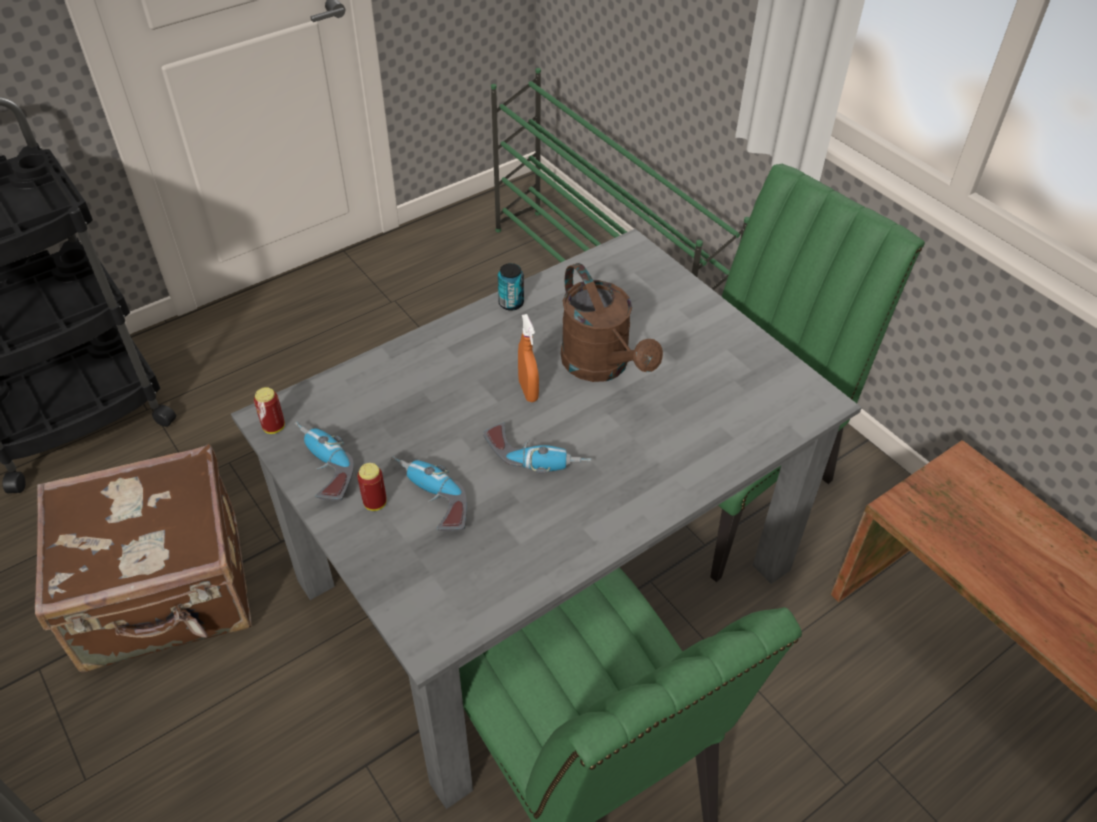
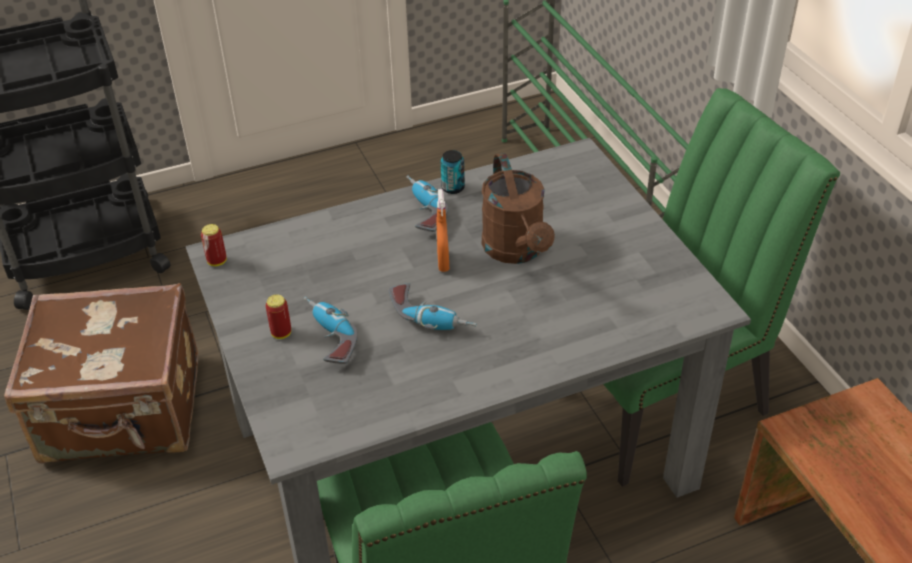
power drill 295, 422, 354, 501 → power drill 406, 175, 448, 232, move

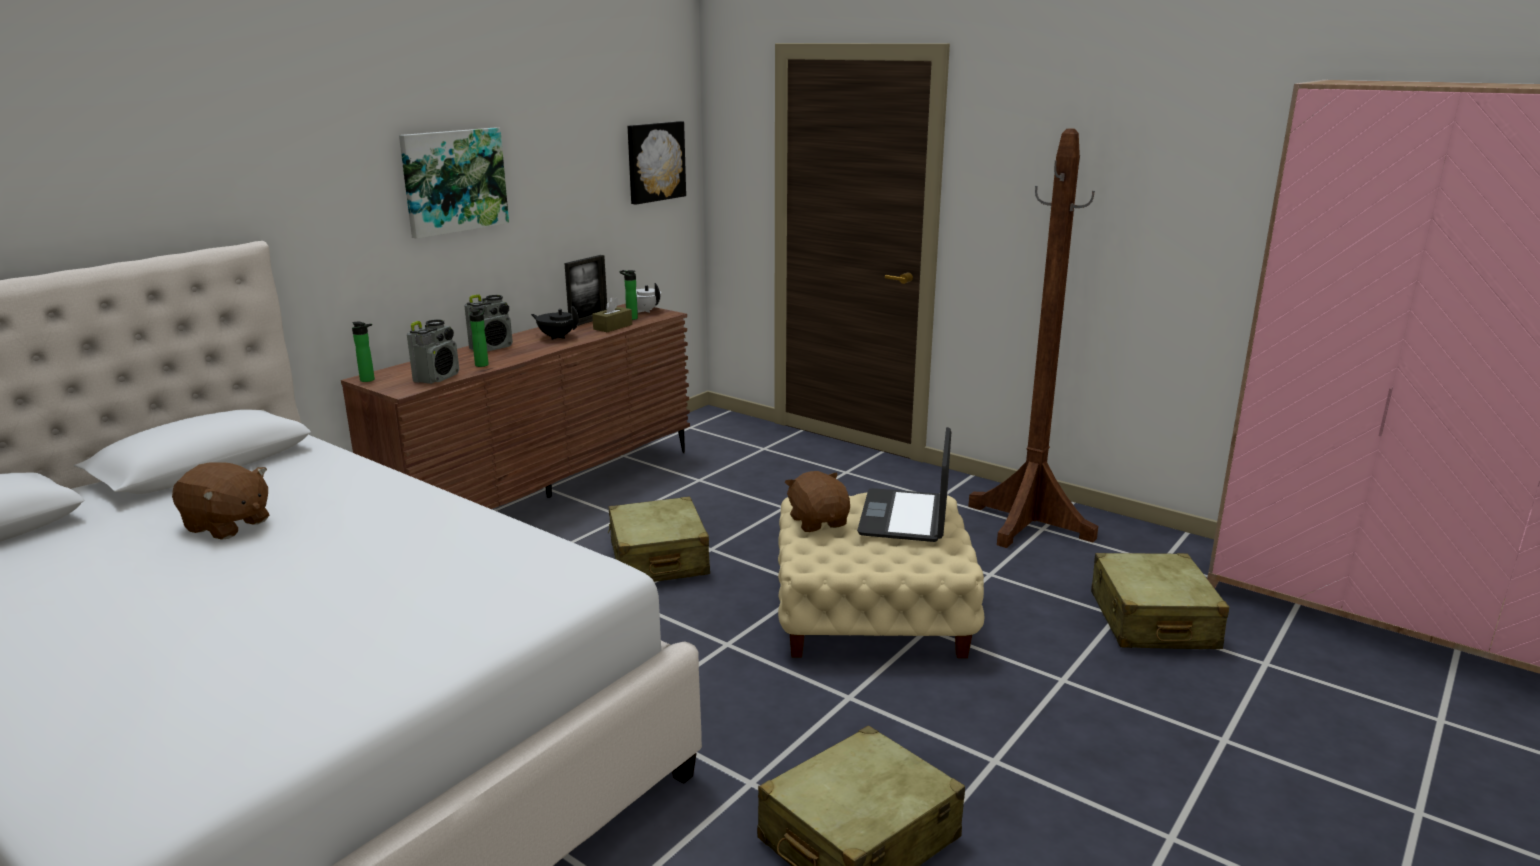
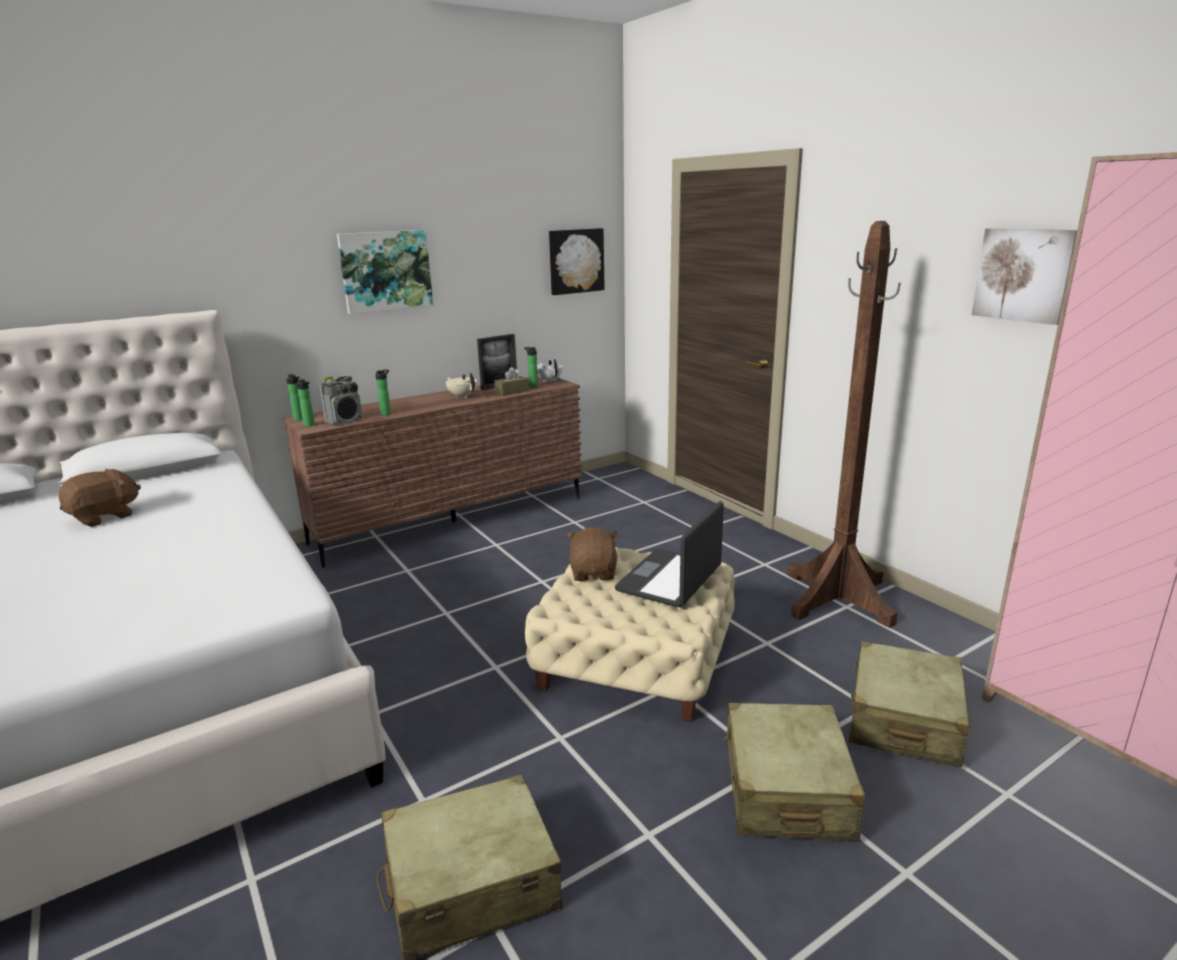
radio 464, 294, 513, 352 → -
- → bottle 297, 379, 315, 427
- → picture 971, 228, 1077, 325
beige suitcase 608, 496, 710, 582 → beige suitcase 724, 703, 865, 840, move
black teapot 531, 306, 579, 340 → beige teapot 446, 372, 477, 399
brown plush toy 172, 462, 269, 540 → brown plush toy 59, 469, 141, 527, 90 degrees counterclockwise

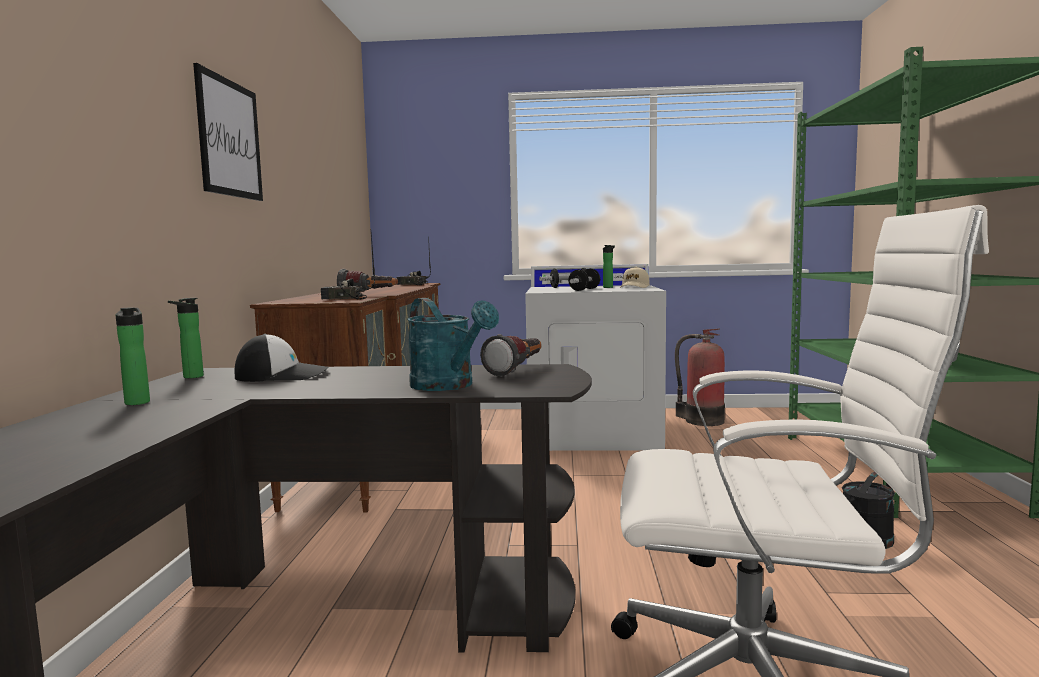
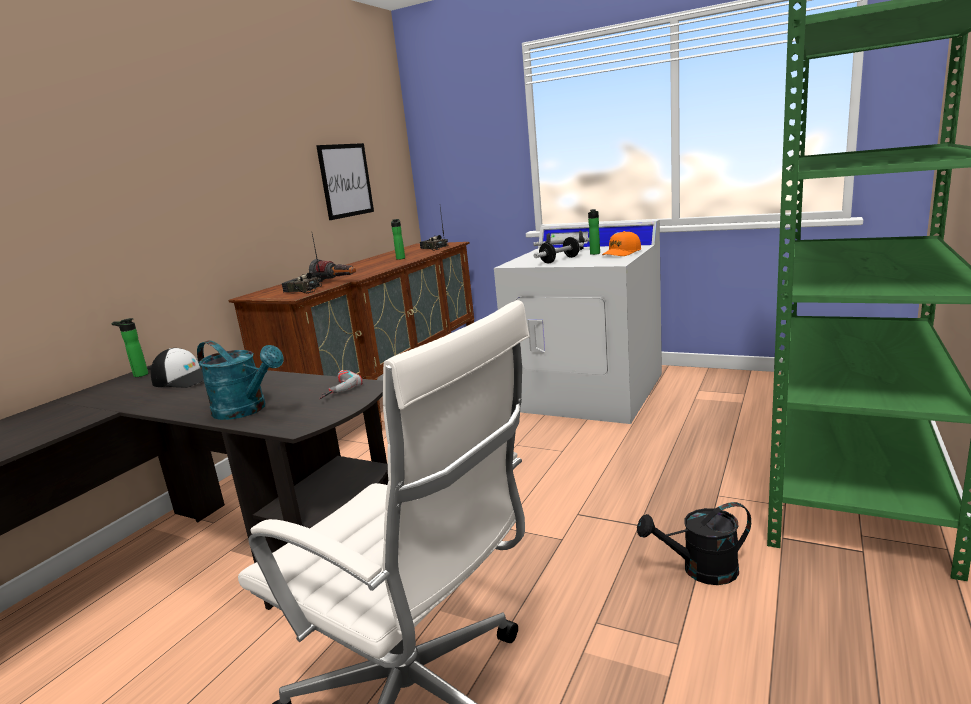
fire extinguisher 675, 328, 725, 426 → -
bottle 115, 307, 150, 405 → bottle 391, 219, 405, 260, move
picture 193, 63, 263, 201 → picture 316, 143, 374, 220, move
flashlight 480, 334, 541, 377 → power drill 319, 370, 363, 399
beige cap 620, 267, 650, 288 → orange cap 602, 231, 641, 256
turquoise watering can 407, 298, 499, 391 → turquoise watering can 197, 340, 284, 420, 45 degrees counterclockwise

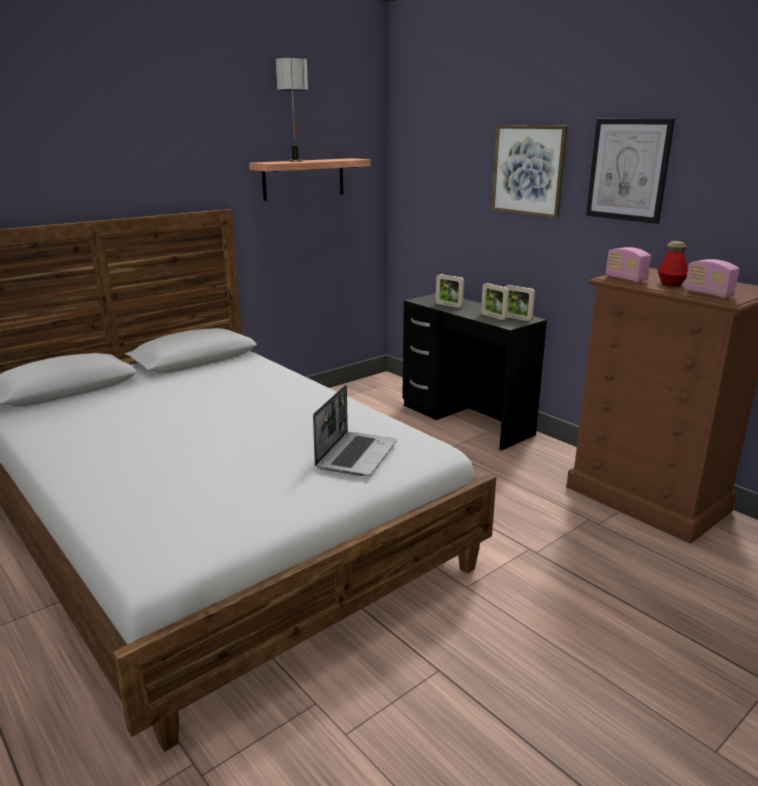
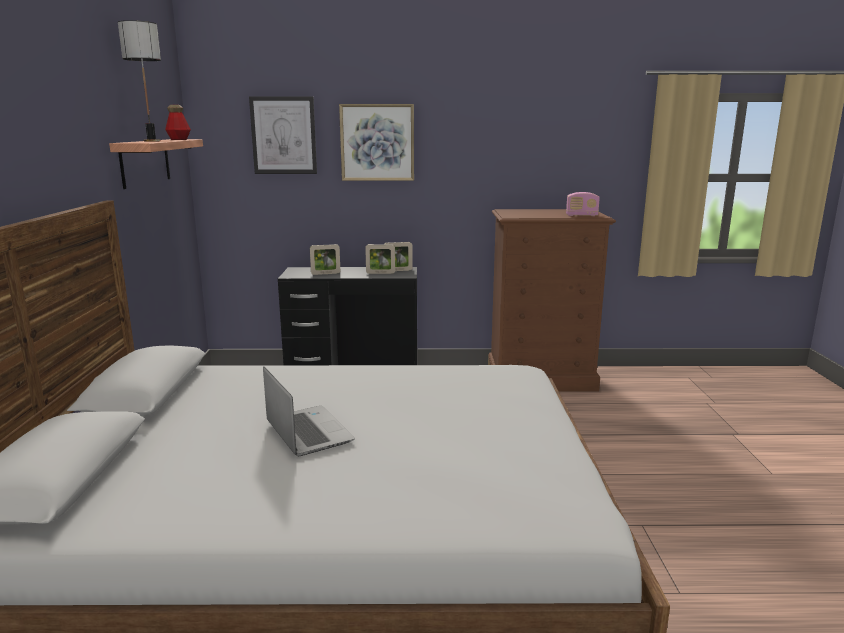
radio 606, 247, 651, 282 → -
laptop 313, 385, 397, 476 → laptop 263, 366, 355, 456, move
picture 586, 119, 675, 224 → picture 249, 96, 317, 174, move
bottle 658, 241, 688, 286 → bottle 165, 105, 191, 140, move

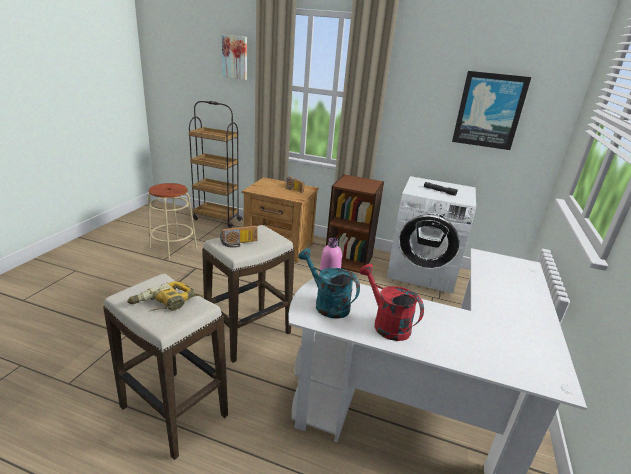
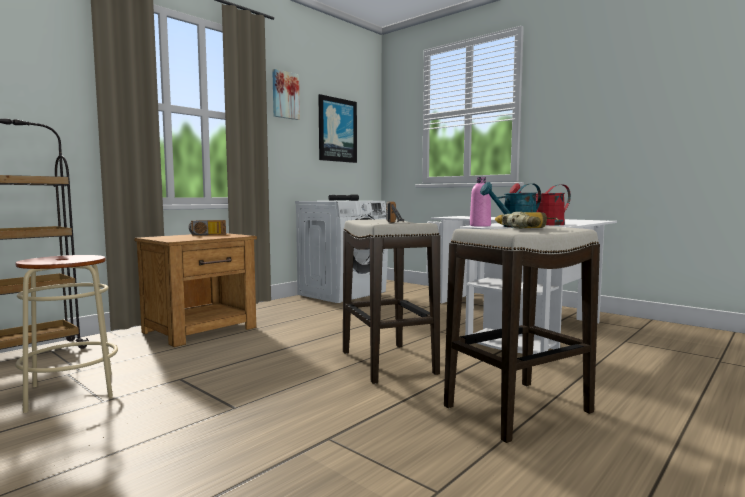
brown bookcase 326, 174, 384, 273 → -
picture 222, 35, 247, 80 → picture 272, 69, 300, 120, move

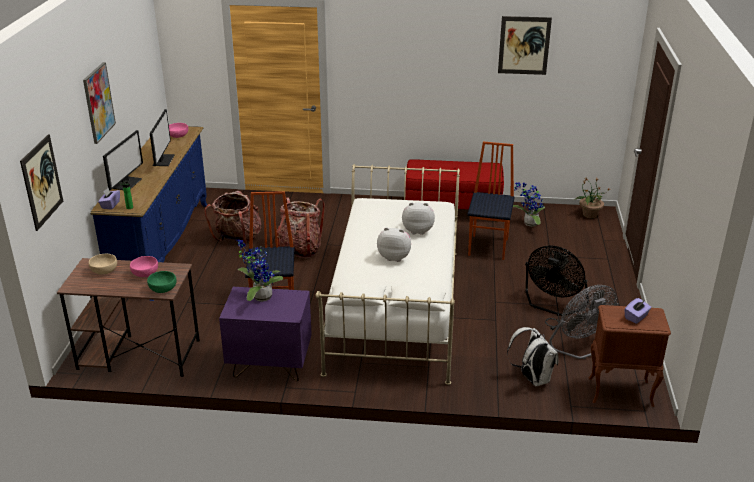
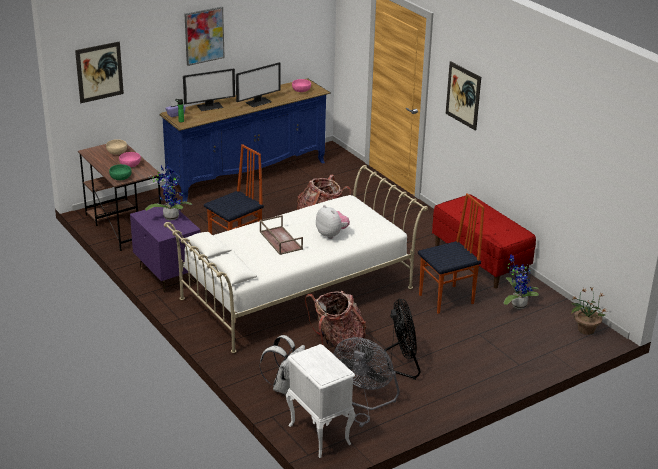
purple tissue box 625, 298, 652, 324 → -
backpack 204, 191, 261, 244 → backpack 305, 291, 366, 352, move
picture 498, 16, 552, 75 → picture 446, 61, 481, 131, move
plush toy 377, 227, 411, 262 → brown tray 260, 215, 303, 255
brown nightstand 589, 305, 671, 407 → white nightstand 286, 344, 356, 458

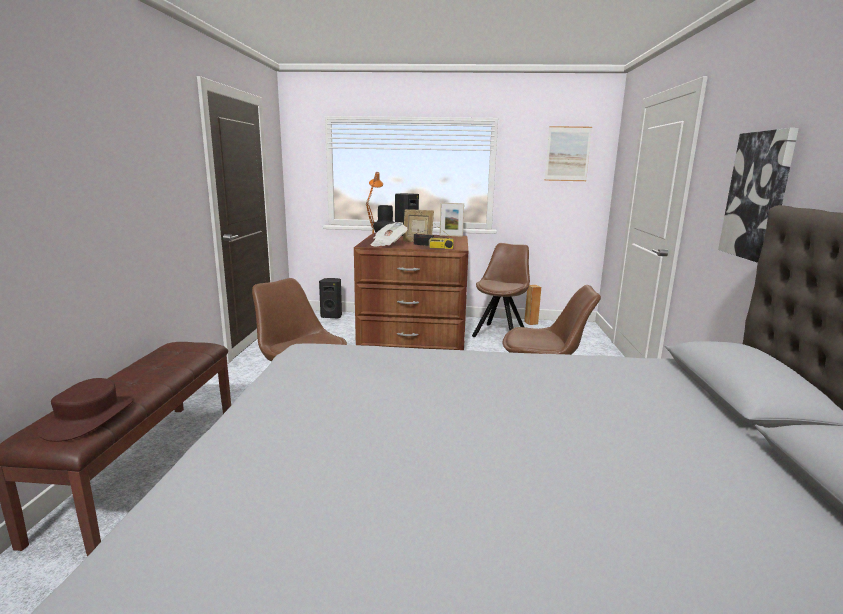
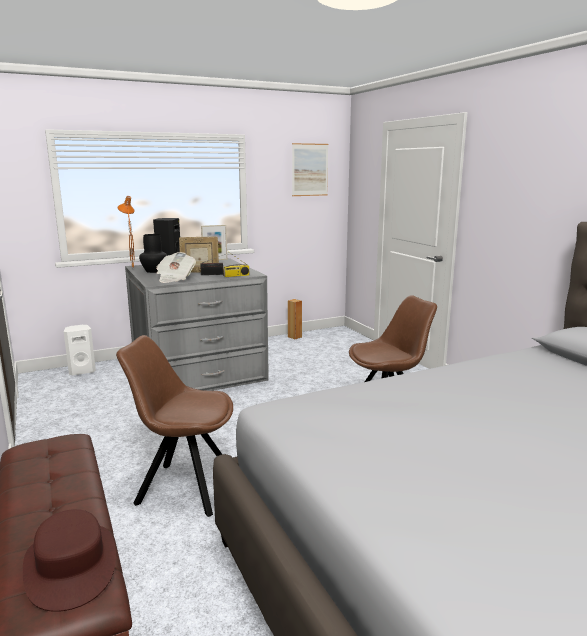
brown chair 472, 243, 530, 337 → -
picture 718, 128, 799, 263 → -
black speaker 319, 278, 342, 319 → white speaker 64, 325, 96, 375
brown dresser 354, 233, 468, 350 → grey dresser 125, 258, 269, 391

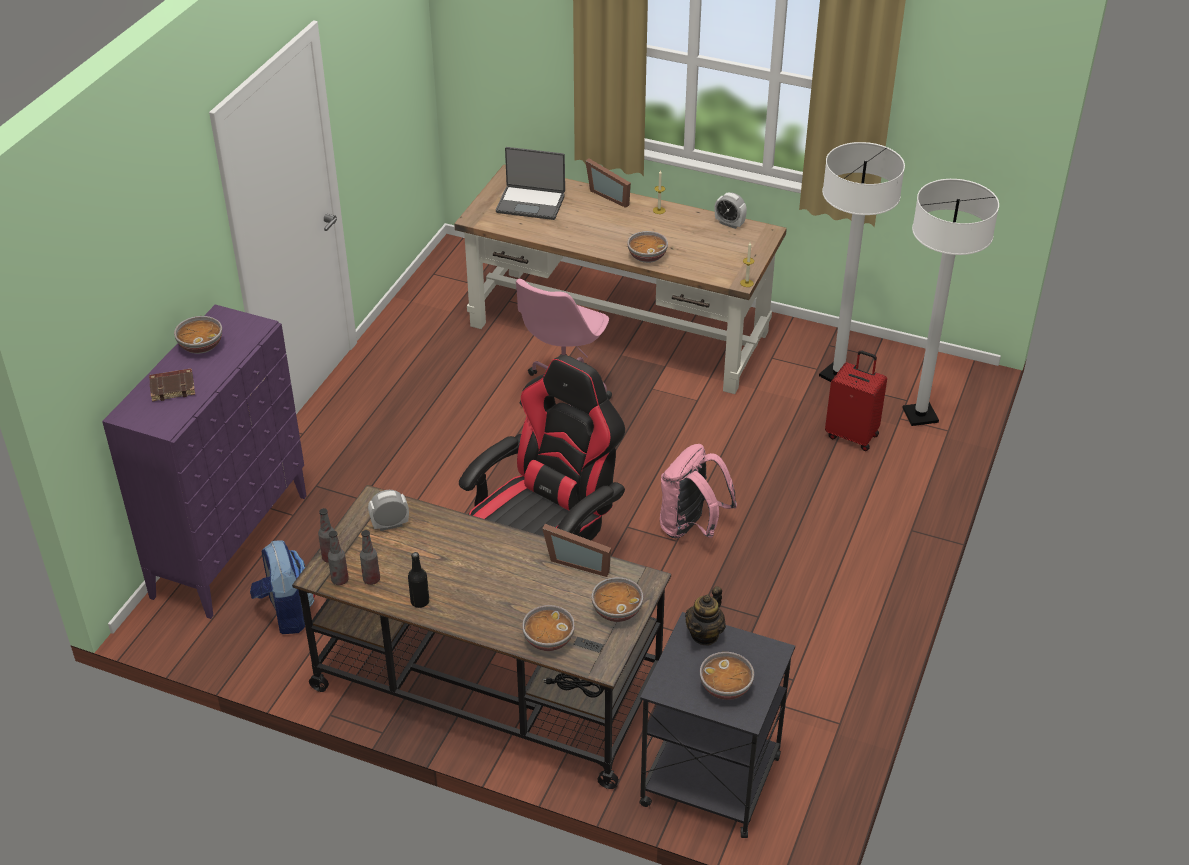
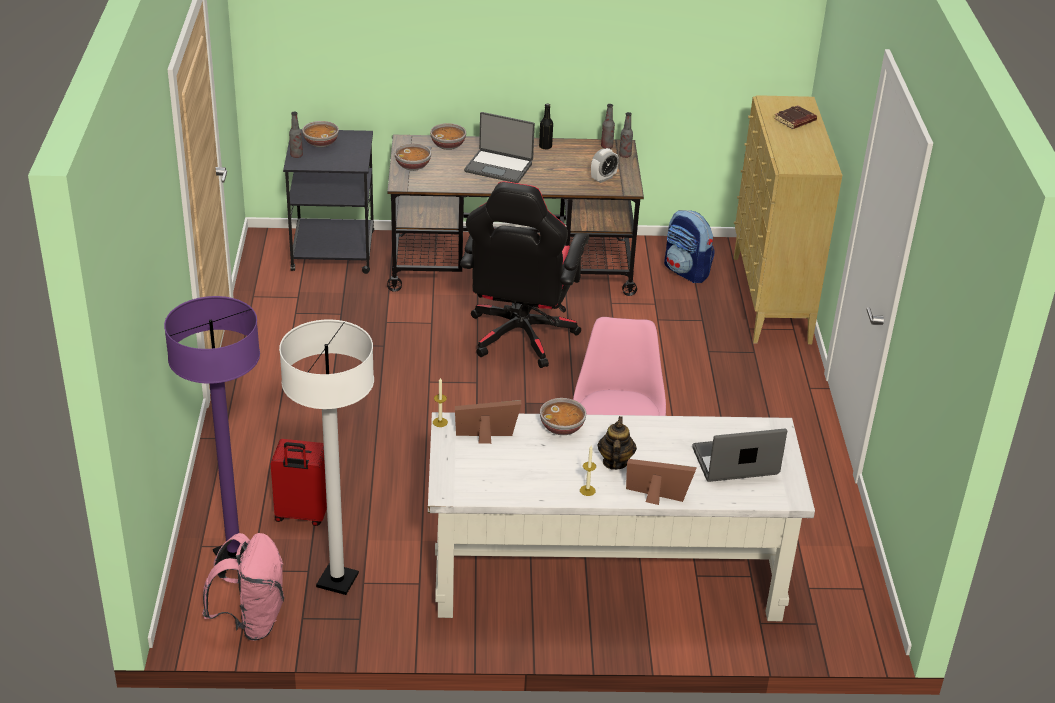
bowl 174, 316, 222, 354 → -
alarm clock 715, 193, 747, 229 → -
- → laptop 464, 112, 535, 183
bottle 360, 530, 380, 585 → bottle 289, 112, 303, 158, move
picture frame 542, 524, 611, 577 → picture frame 455, 400, 521, 444, move
pink backpack 660, 444, 737, 538 → pink backpack 202, 533, 284, 641, move
teapot 685, 586, 726, 646 → teapot 598, 416, 637, 470, move
purple dresser 102, 304, 307, 619 → beige dresser 734, 95, 842, 344
brown desk 454, 165, 787, 394 → white desk 428, 412, 815, 621
white floor lamp 902, 179, 999, 426 → purple floor lamp 164, 296, 260, 560

